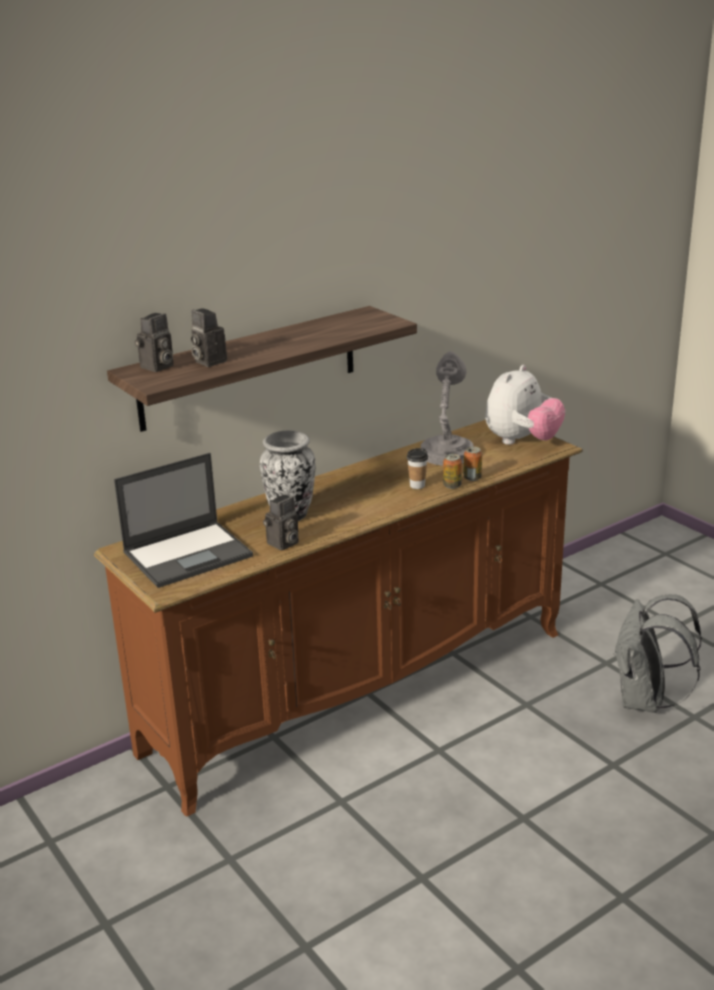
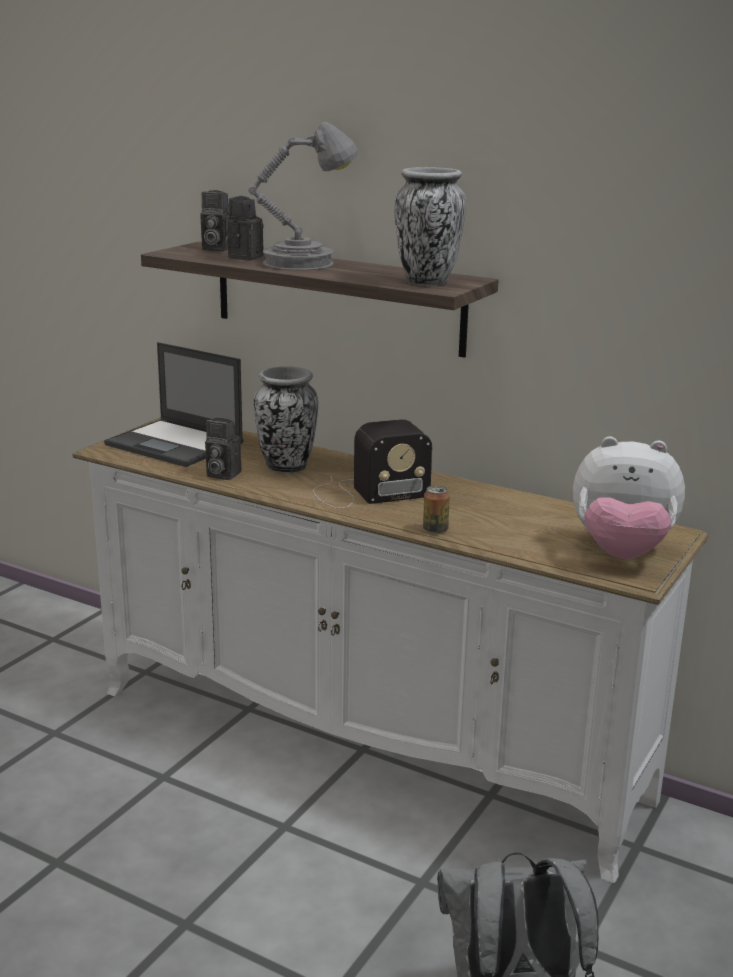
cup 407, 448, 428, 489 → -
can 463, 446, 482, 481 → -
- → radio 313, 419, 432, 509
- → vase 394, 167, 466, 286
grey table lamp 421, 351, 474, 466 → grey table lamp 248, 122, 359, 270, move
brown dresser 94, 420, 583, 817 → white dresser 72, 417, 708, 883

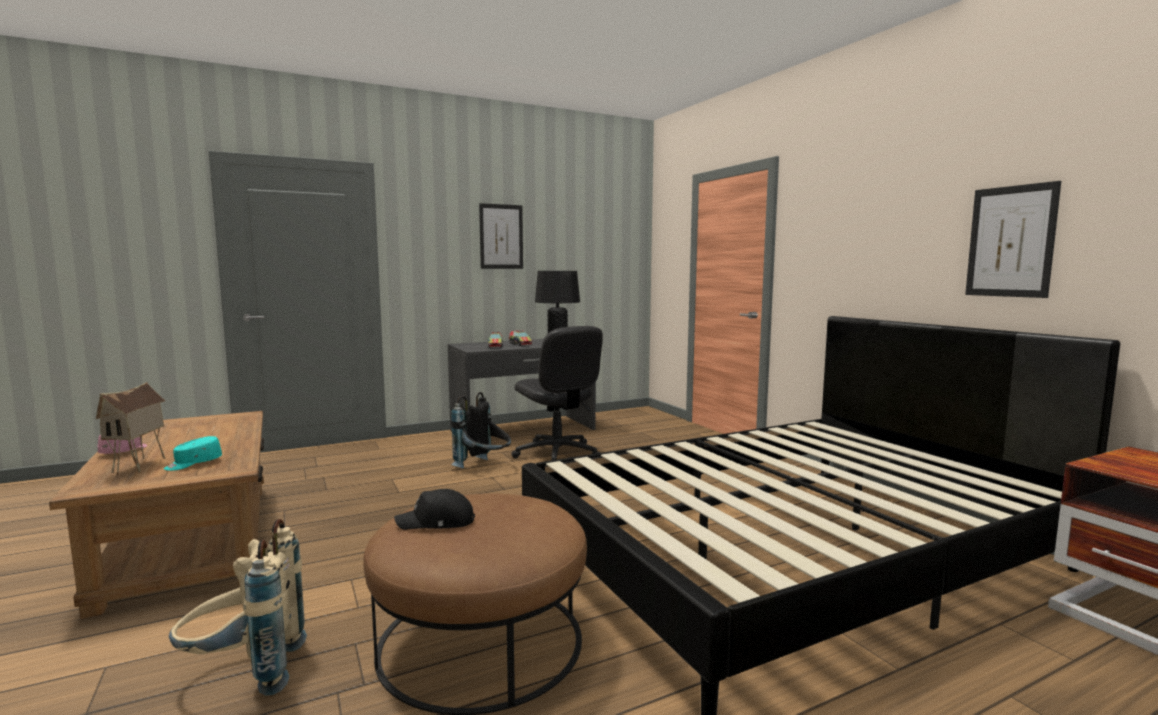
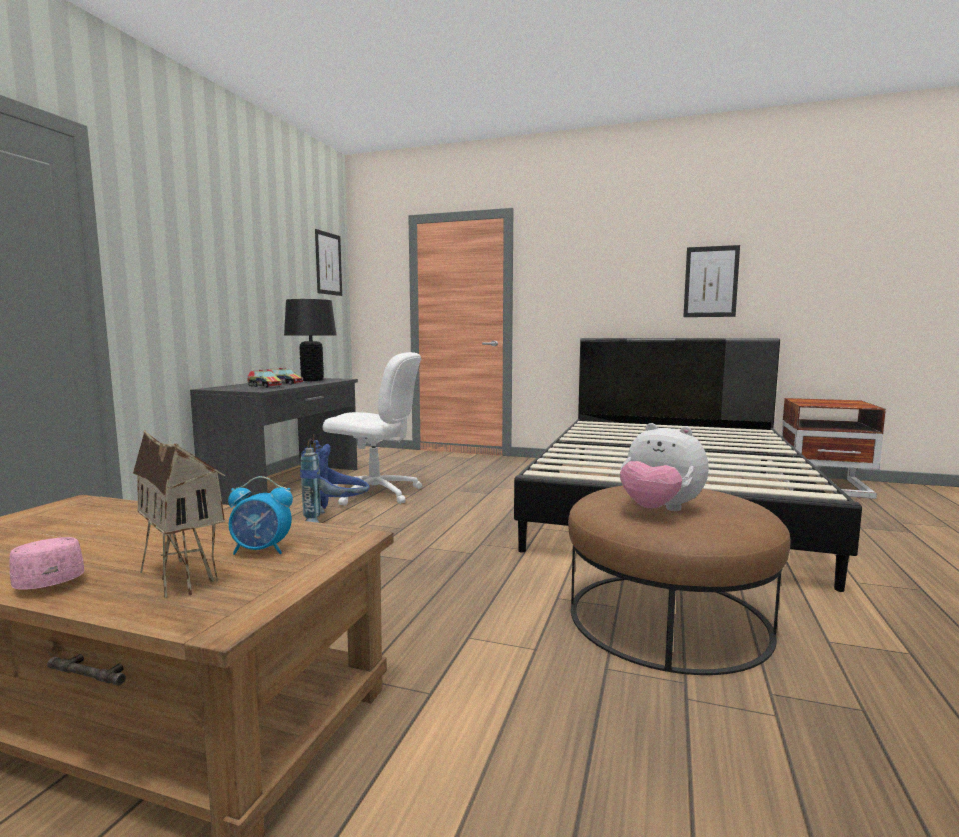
beige backpack 169, 519, 307, 696 → -
picture 479, 203, 523, 269 → picture 315, 229, 342, 296, move
turquoise cap 164, 436, 222, 471 → alarm clock 228, 476, 293, 555
black cap 394, 489, 475, 530 → plush toy 620, 423, 709, 511
black backpack 451, 392, 511, 469 → blue backpack 300, 434, 370, 523
black office chair 511, 326, 603, 460 → white office chair 323, 352, 422, 506

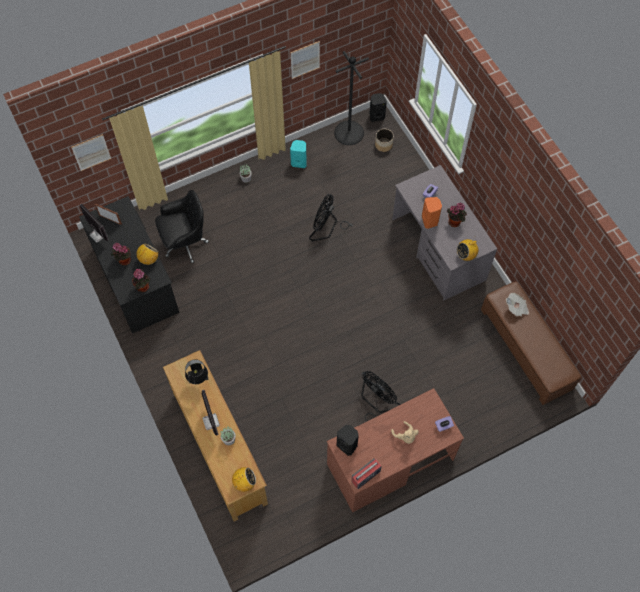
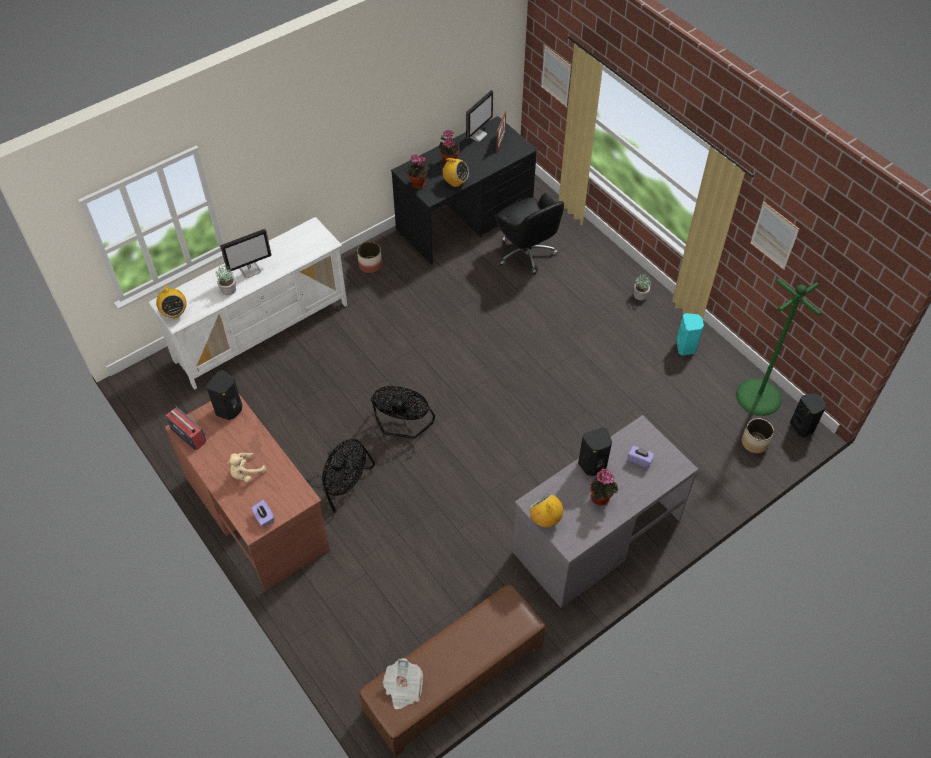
black table lamp 185, 359, 208, 384 → -
- → planter 357, 242, 382, 273
black fan 309, 194, 353, 242 → black fan 370, 386, 435, 459, move
newspaper 506, 293, 529, 317 → newspaper 382, 658, 423, 709, move
brown dresser 163, 350, 268, 522 → white dresser 148, 217, 347, 390
black clothes rack 334, 51, 369, 145 → green clothes rack 736, 279, 821, 416
orange speaker 422, 197, 442, 229 → black speaker 578, 427, 612, 476

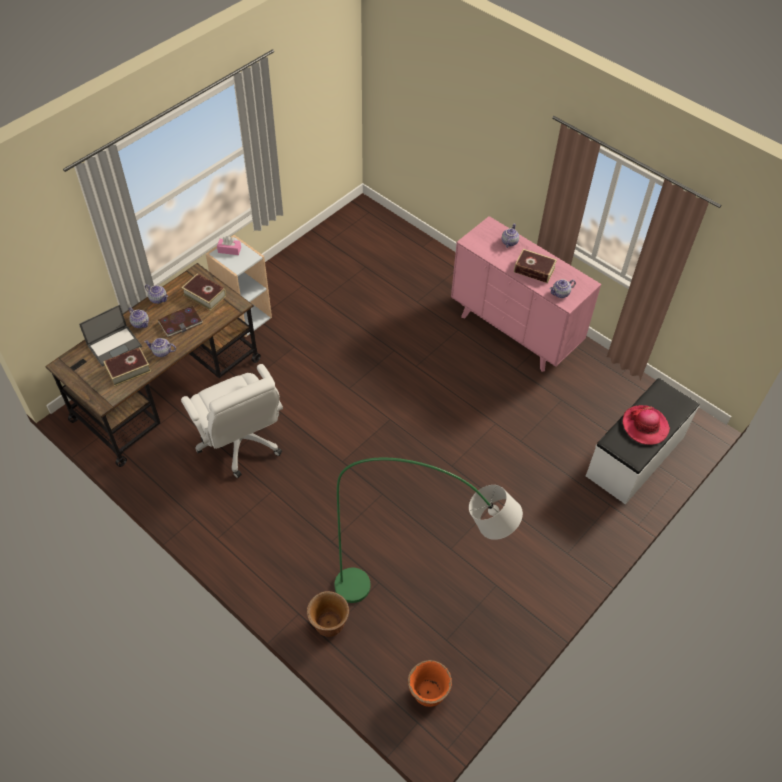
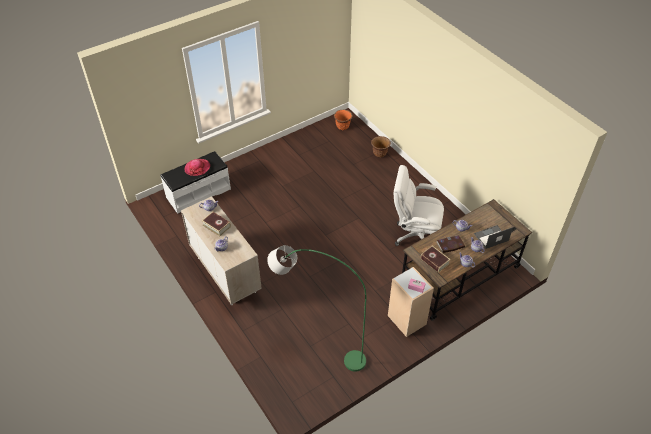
book 103, 347, 151, 386 → -
green floor lamp 334, 458, 523, 603 → green floor lamp 267, 245, 366, 372, move
pink dresser 451, 216, 601, 372 → white dresser 181, 196, 262, 305
white office chair 181, 364, 283, 478 → white office chair 394, 165, 444, 246, 60 degrees counterclockwise

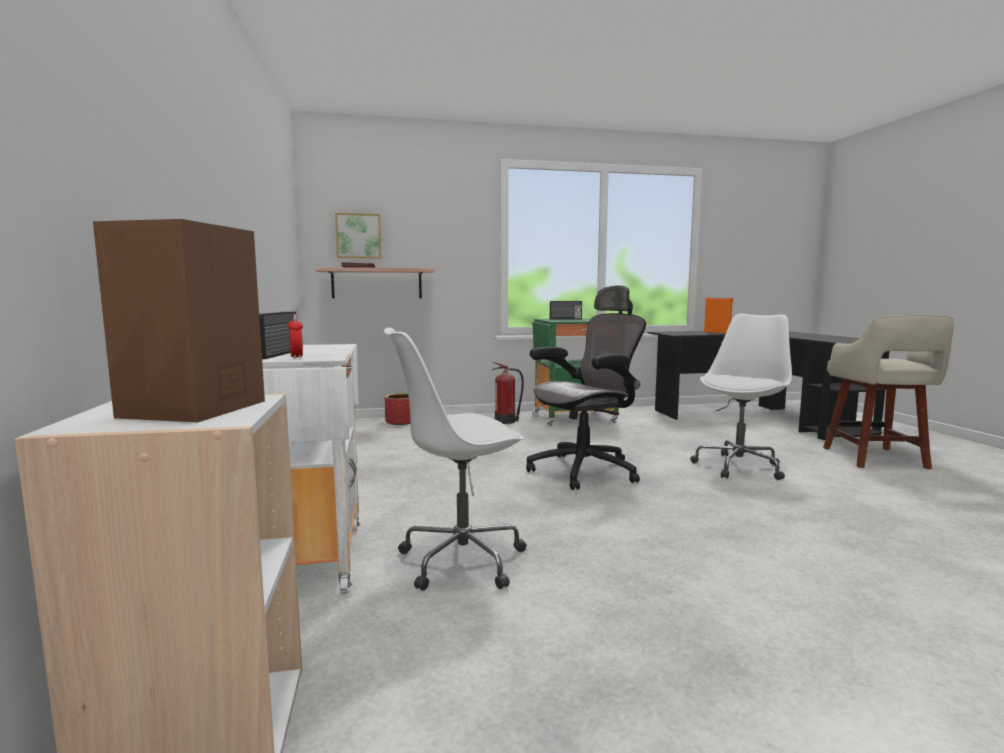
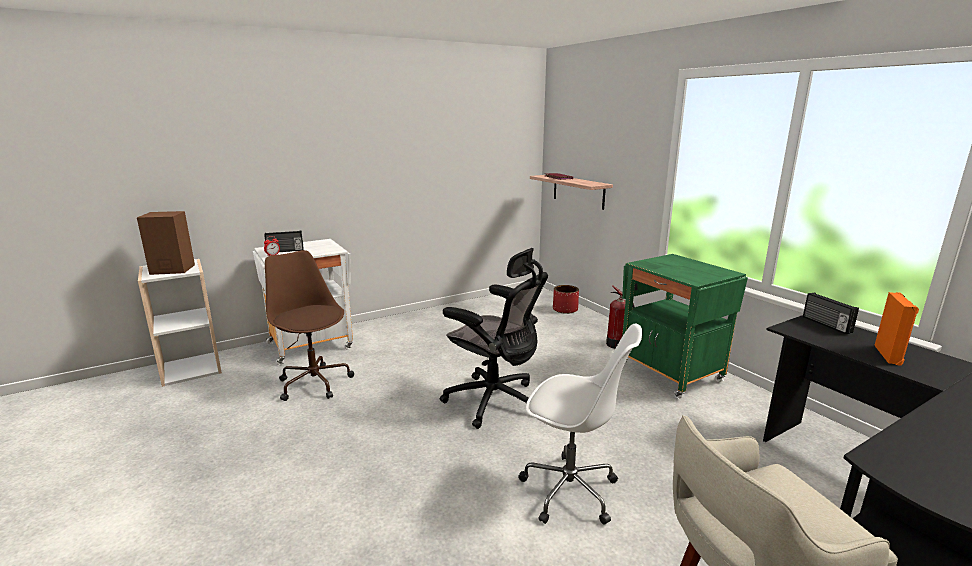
picture 335, 213, 381, 258 → -
radio 550, 301, 582, 319 → radio 803, 292, 859, 334, move
white office chair 384, 328, 527, 591 → brown office chair 265, 250, 355, 401

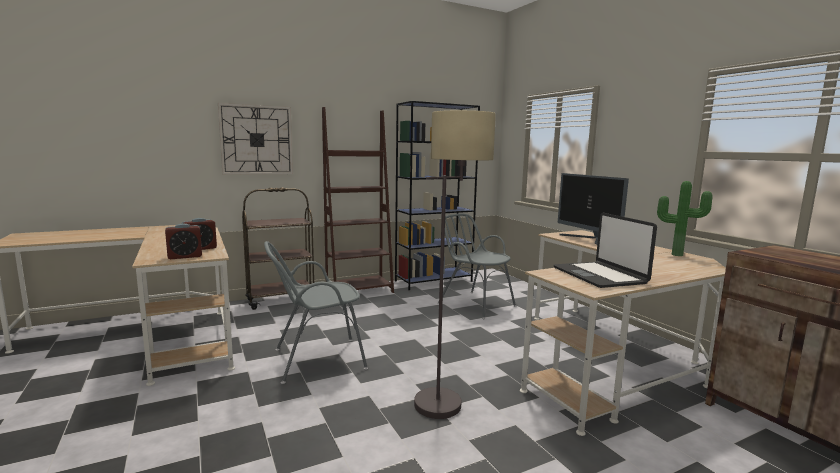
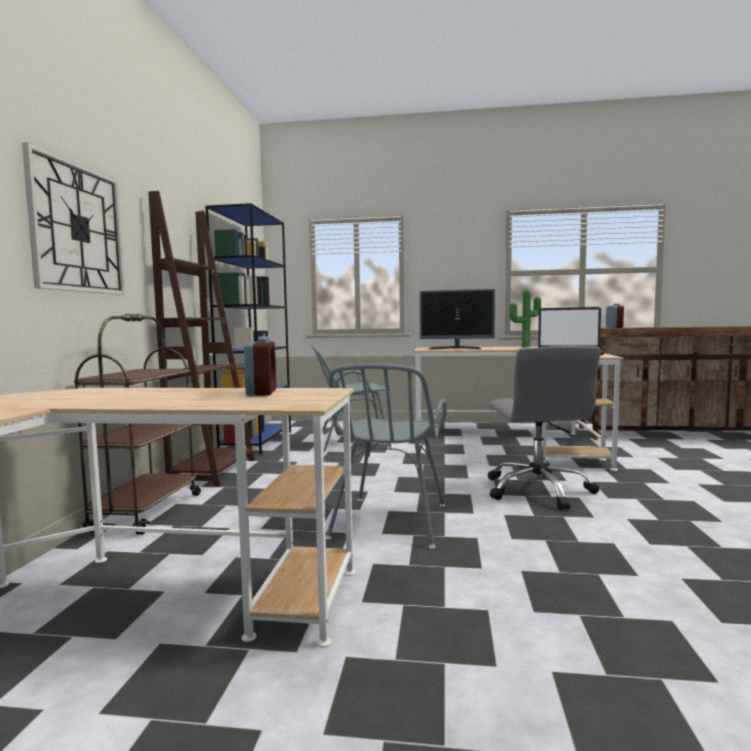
alarm clock 165, 223, 202, 259 → alarm clock 606, 303, 624, 328, move
beige floor lamp 414, 110, 496, 419 → grey office chair 488, 346, 601, 510

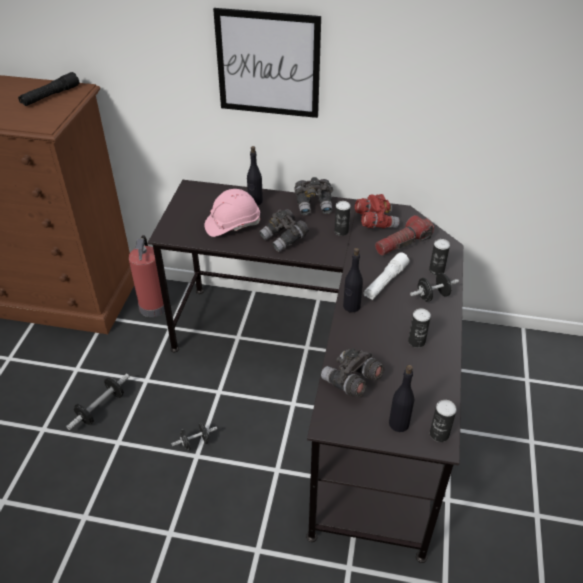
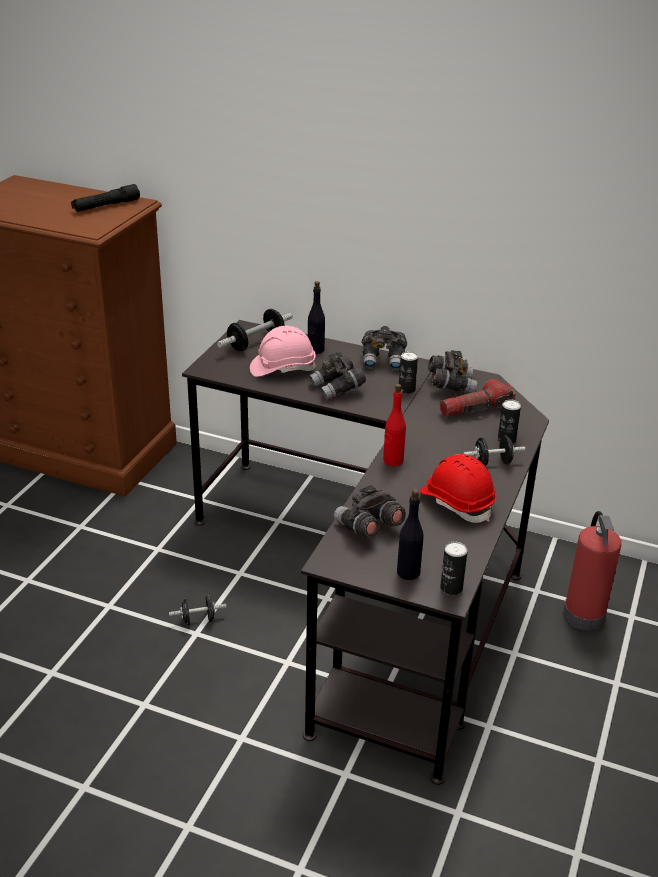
picture 213, 8, 321, 118 → -
white flashlight 363, 253, 409, 300 → -
dumbbell 66, 373, 130, 430 → dumbbell 217, 309, 293, 351, move
fire extinguisher 129, 235, 165, 317 → fire extinguisher 563, 511, 622, 630, move
can 408, 308, 431, 348 → red hard hat 420, 454, 496, 523
black bottle 343, 248, 363, 312 → red bottle 383, 384, 406, 466
red binoculars 355, 194, 400, 228 → grey binoculars 428, 350, 477, 393

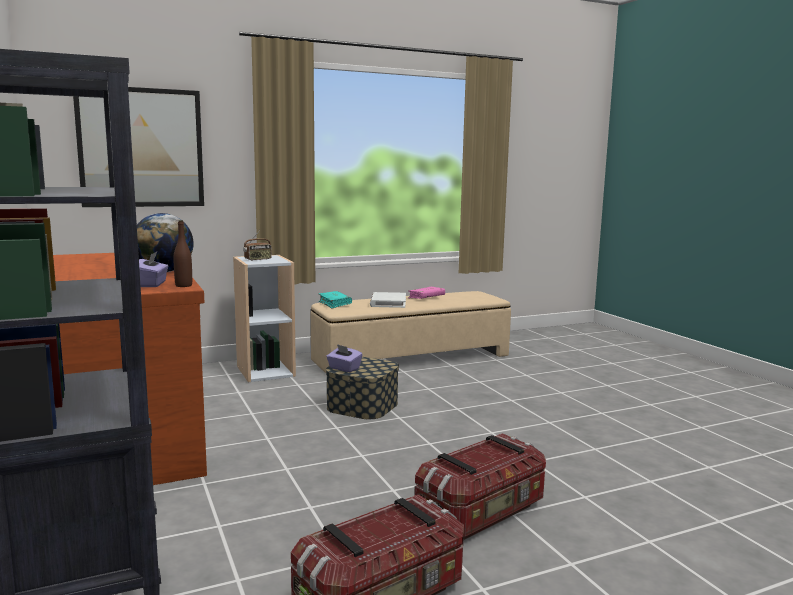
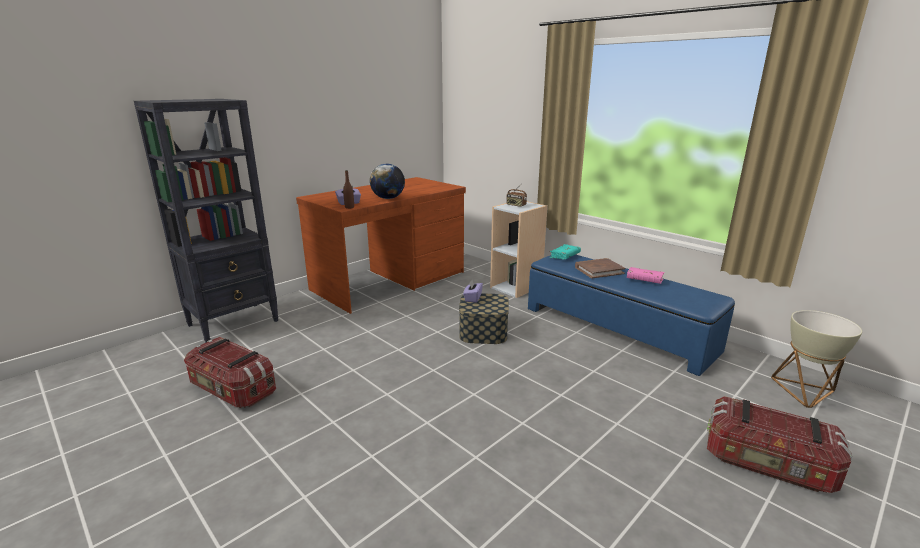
picture 73, 87, 204, 207 → -
- → planter 771, 310, 862, 408
storage box 415, 433, 546, 540 → storage box 707, 396, 852, 493, move
beige bench 311, 291, 511, 373 → blue bench 528, 254, 735, 376
white book 370, 292, 406, 308 → brown book 575, 258, 625, 279

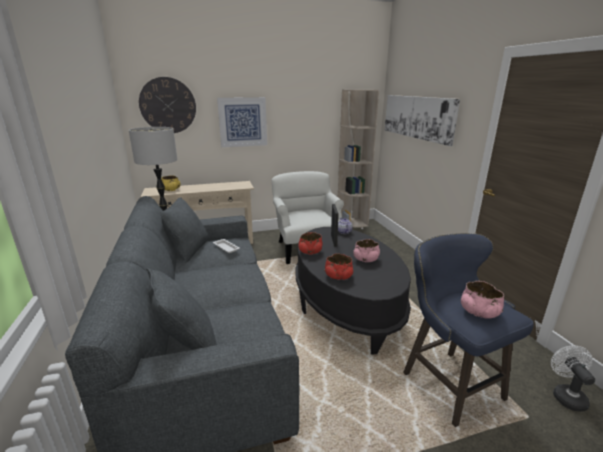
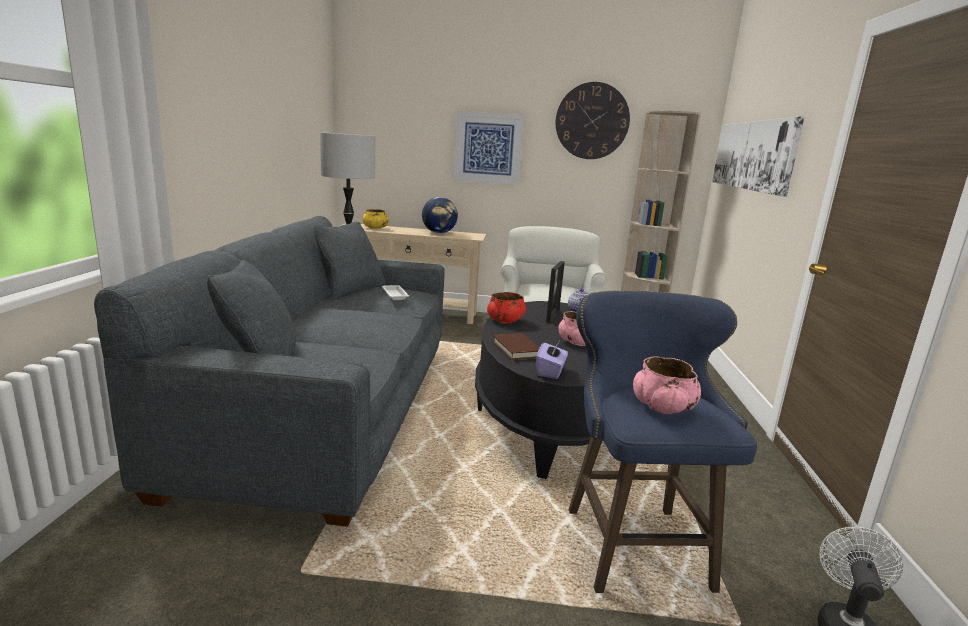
- → globe 422, 197, 458, 233
- → purple tissue box 536, 339, 568, 379
wall clock 139, 77, 196, 133 → wall clock 556, 82, 630, 159, move
red bowl 324, 254, 353, 280 → brown book 492, 333, 540, 360

